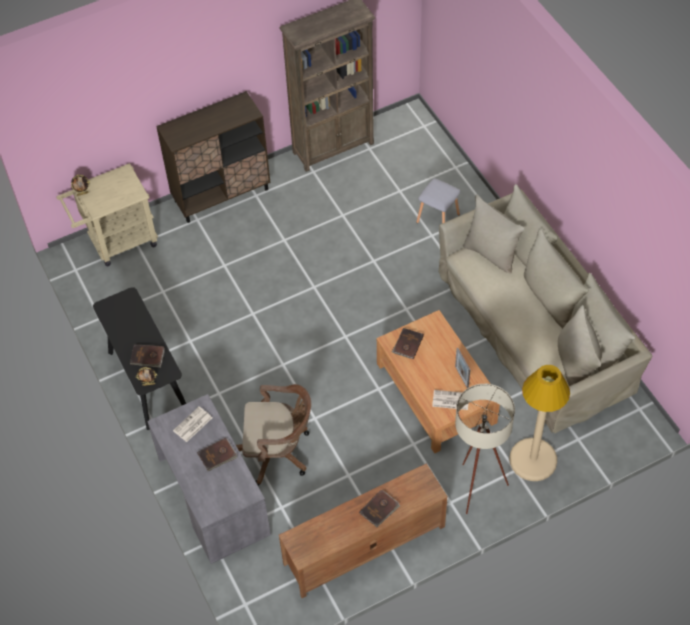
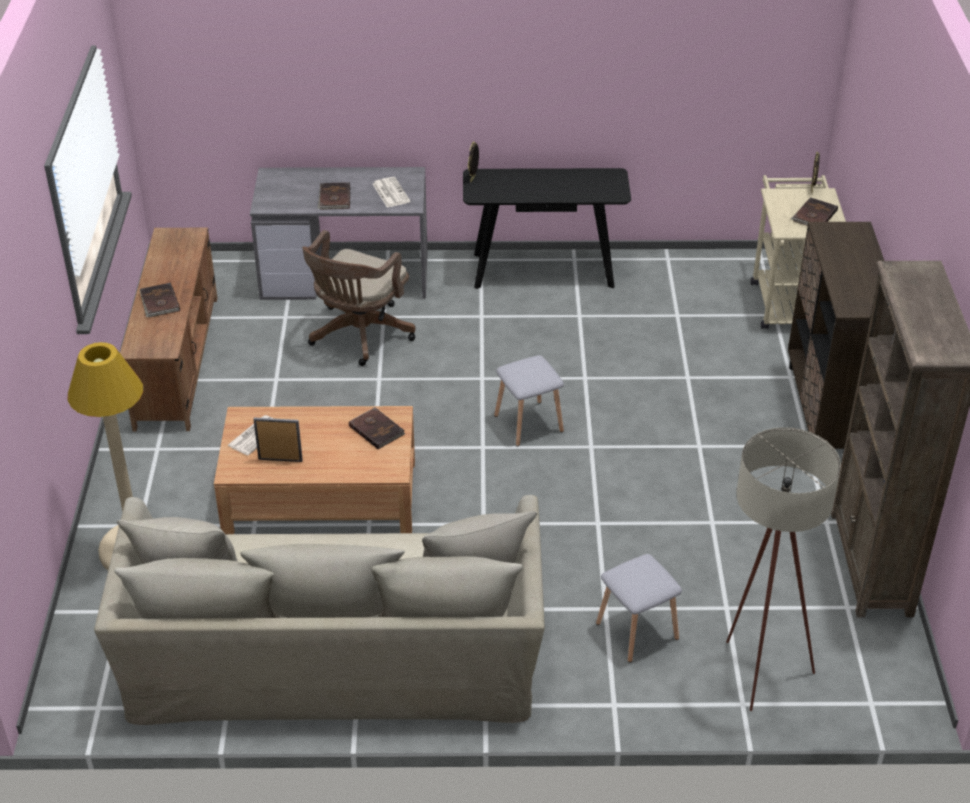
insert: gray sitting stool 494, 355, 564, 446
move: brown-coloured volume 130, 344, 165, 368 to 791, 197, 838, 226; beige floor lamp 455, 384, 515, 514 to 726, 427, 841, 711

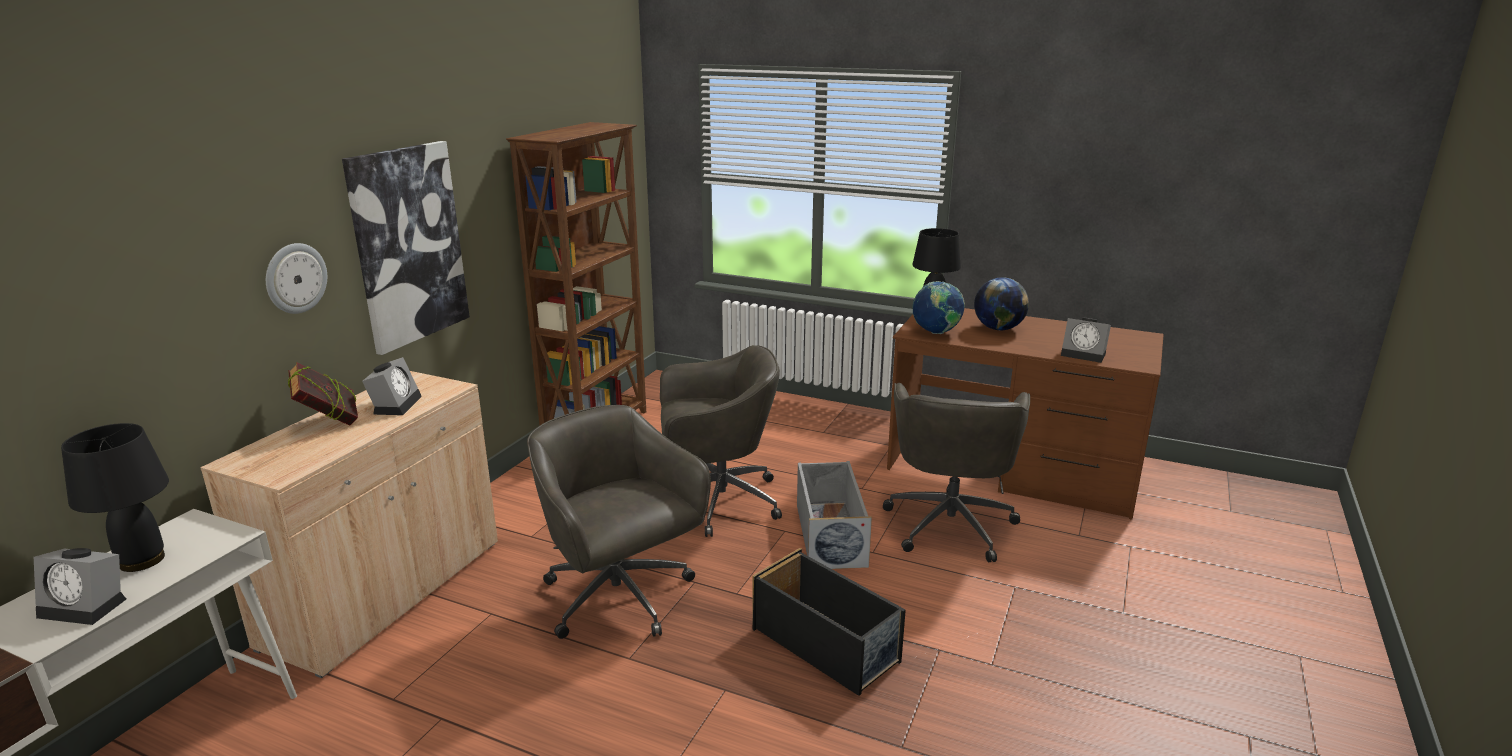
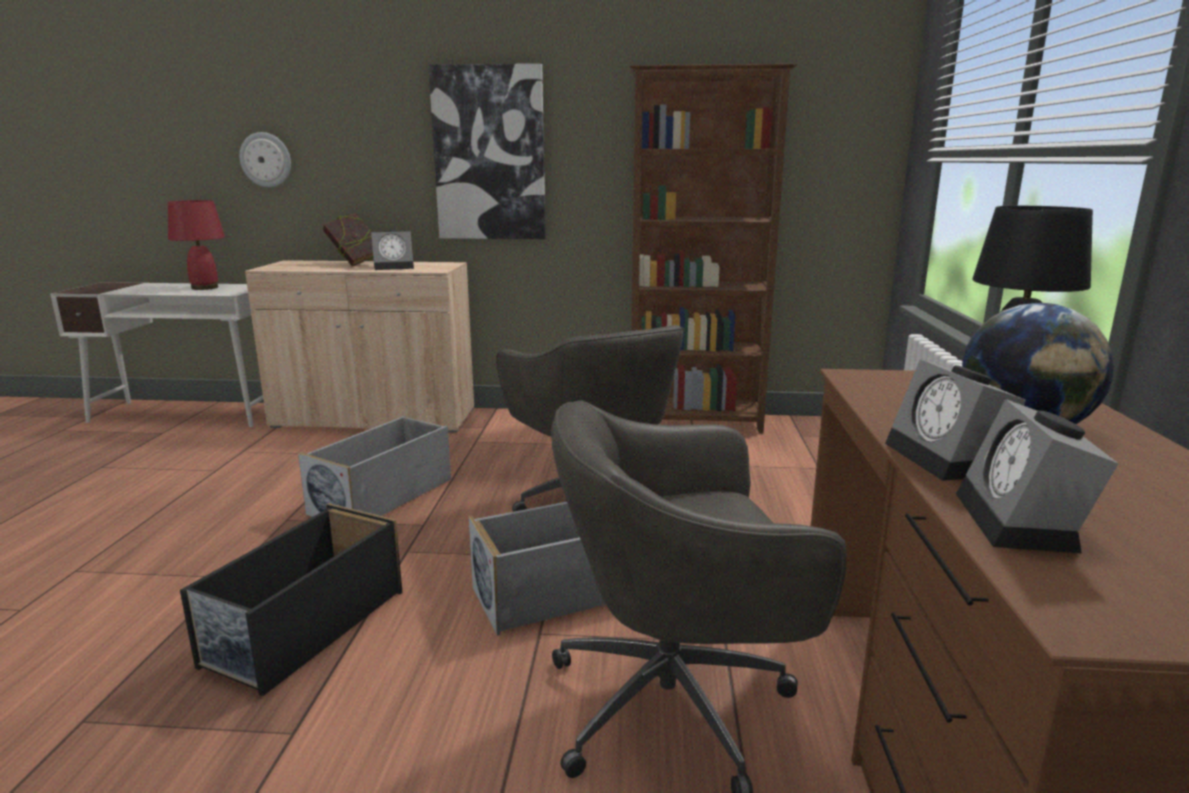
delete: desk globe 913, 281, 965, 334
move: table clock 34, 548, 126, 625 to 885, 359, 1026, 481; hanging clock 266, 243, 327, 314 to 239, 132, 291, 187
replace: gray office chair 527, 405, 711, 639 to gray storage box 298, 416, 451, 517
recolor: blackish tabletop lamp 61, 423, 169, 572 to red-coloured tabletop lamp 168, 200, 225, 290

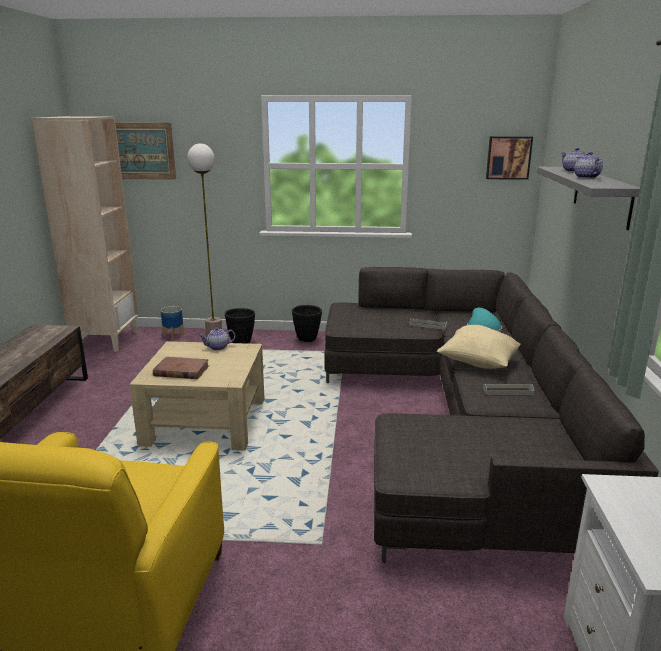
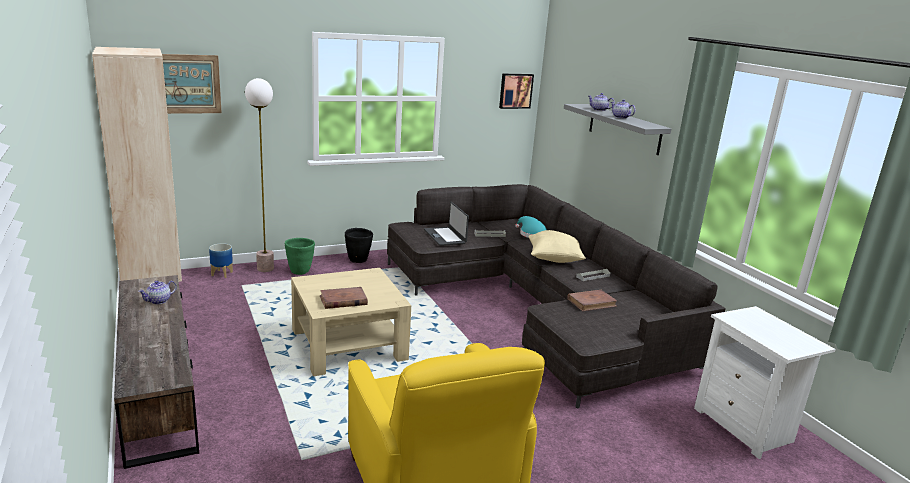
insert: laptop 424, 202, 469, 246; brown-coloured volume 567, 290, 617, 311
move: tea pot 199, 328, 236, 350 to 138, 281, 177, 304
recolor: blackish planter 225, 308, 255, 344 to green planter 285, 238, 315, 275

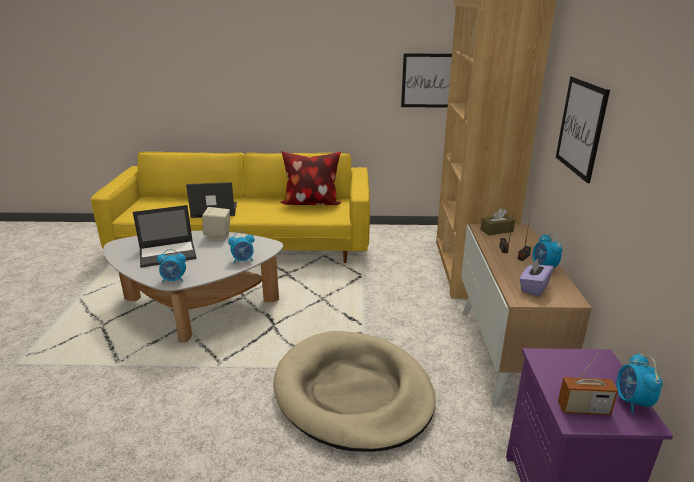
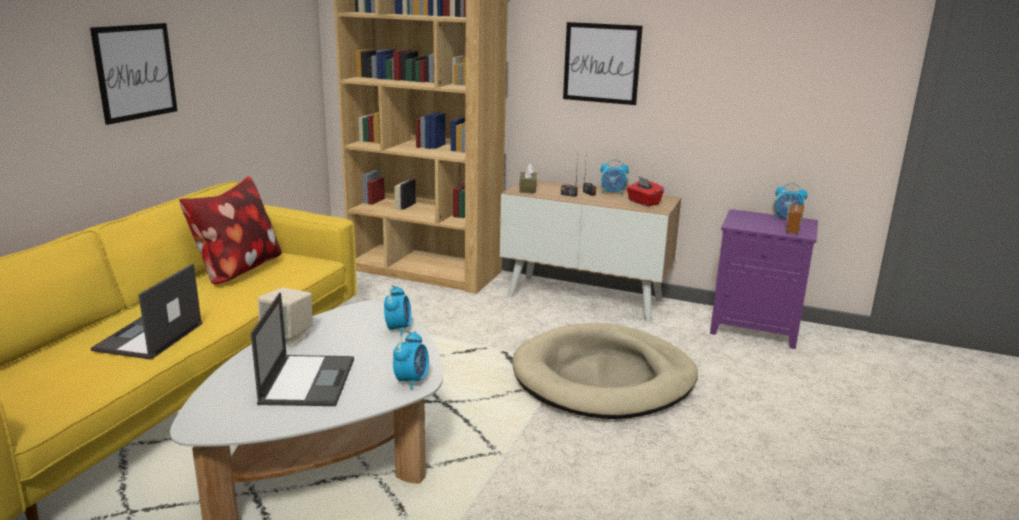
move: wall art 401, 53, 452, 107 to 90, 23, 177, 125
recolor: purplish box of tissues 519, 258, 554, 296 to red-coloured box of tissues 627, 177, 664, 206

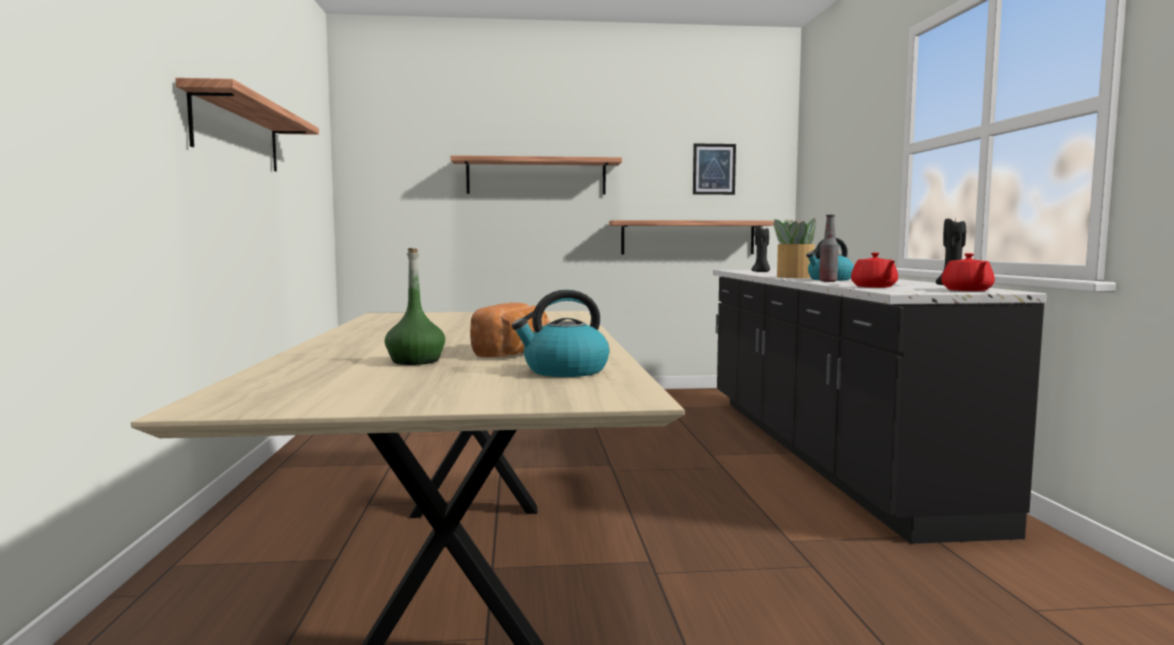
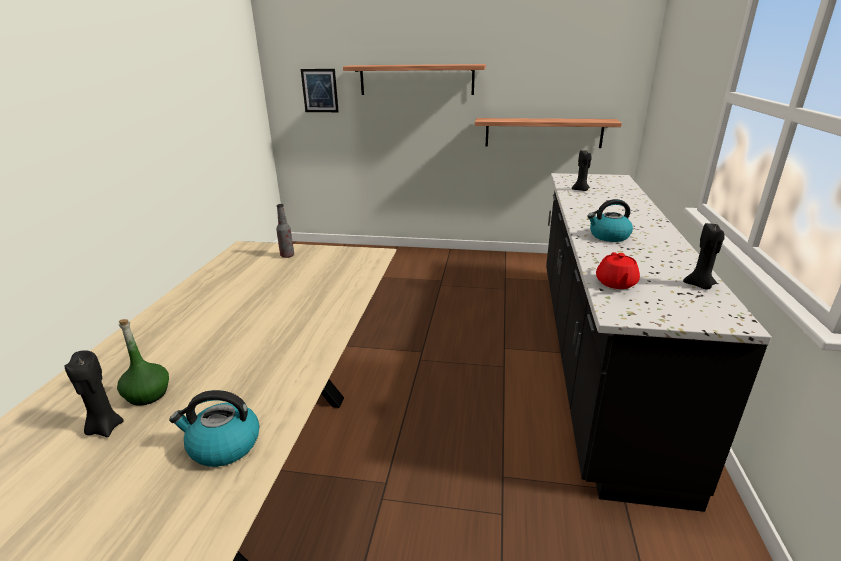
delete: shelf 175, 78, 319, 172; bakery bread 470, 303, 550, 357; houseplant 773, 218, 817, 278; red-coloured tea pot 941, 253, 995, 291
insert: blackish candle 64, 350, 124, 437
move: wall art 693, 143, 736, 195 to 301, 69, 339, 112; drink bottle 819, 215, 838, 282 to 276, 204, 294, 258

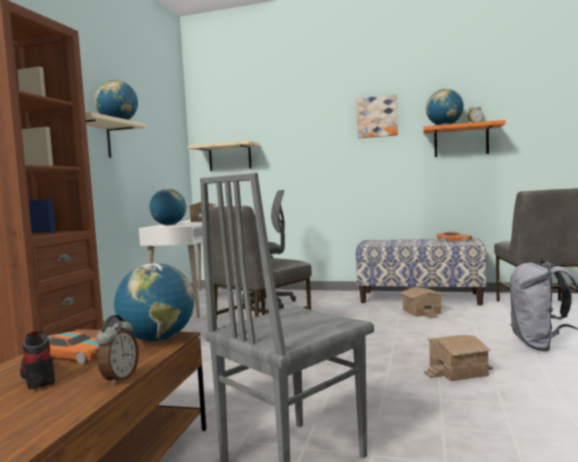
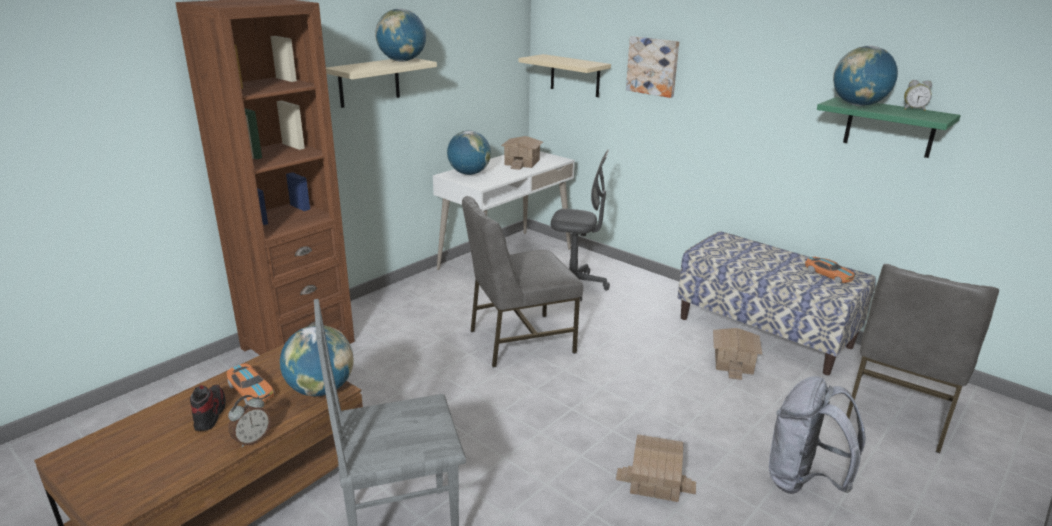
move: wall art 356, 94, 398, 138 to 626, 36, 679, 98
recolor: orange shelf 423, 120, 506, 157 to green shelf 817, 97, 961, 158

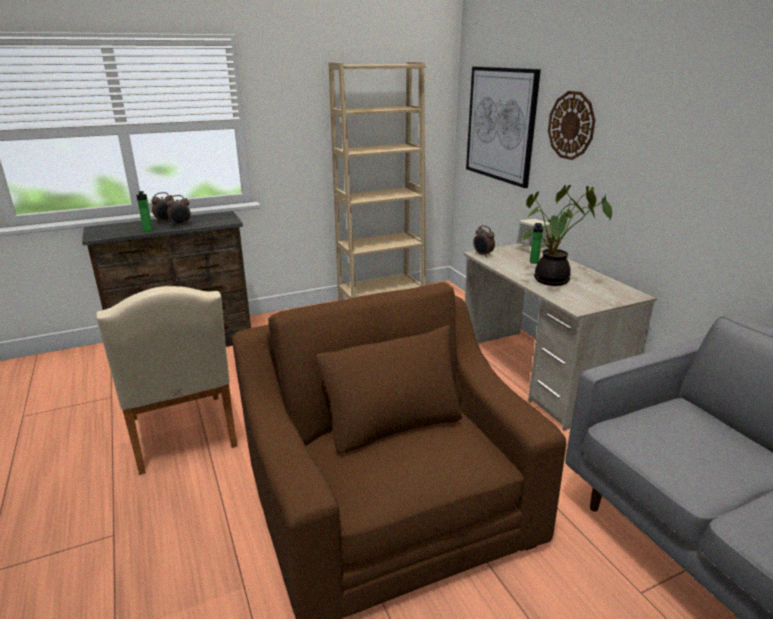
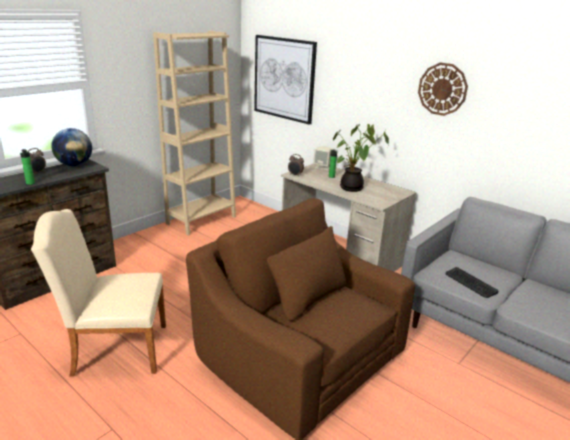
delete: table clock 166, 195, 191, 227
insert: desk globe 51, 128, 92, 166; keyboard 445, 267, 499, 298
move: hanging clock 548, 91, 595, 160 to 418, 62, 468, 116
rotate: beige chair 96, 286, 238, 475 = 31, 209, 166, 377 135 degrees clockwise

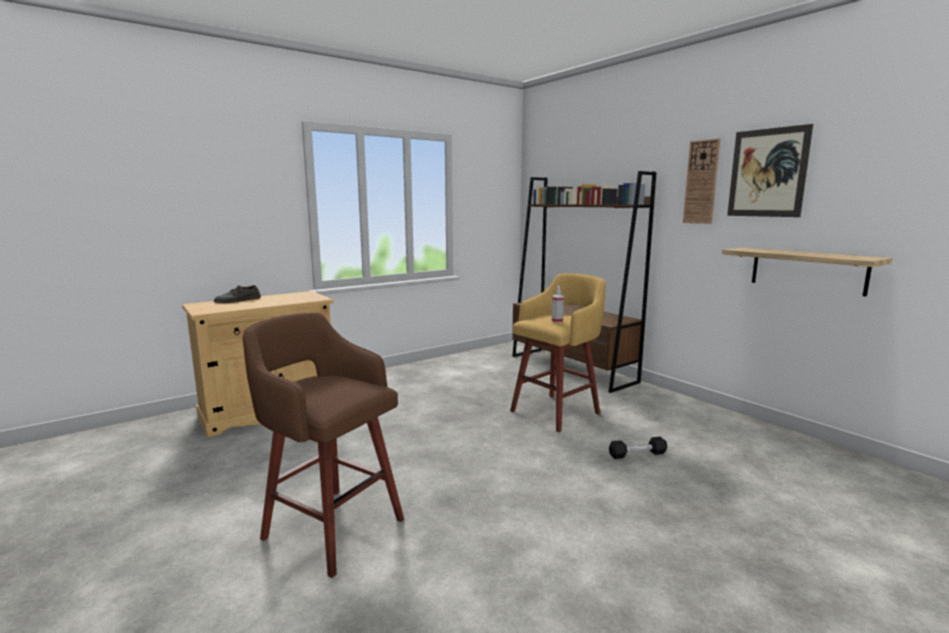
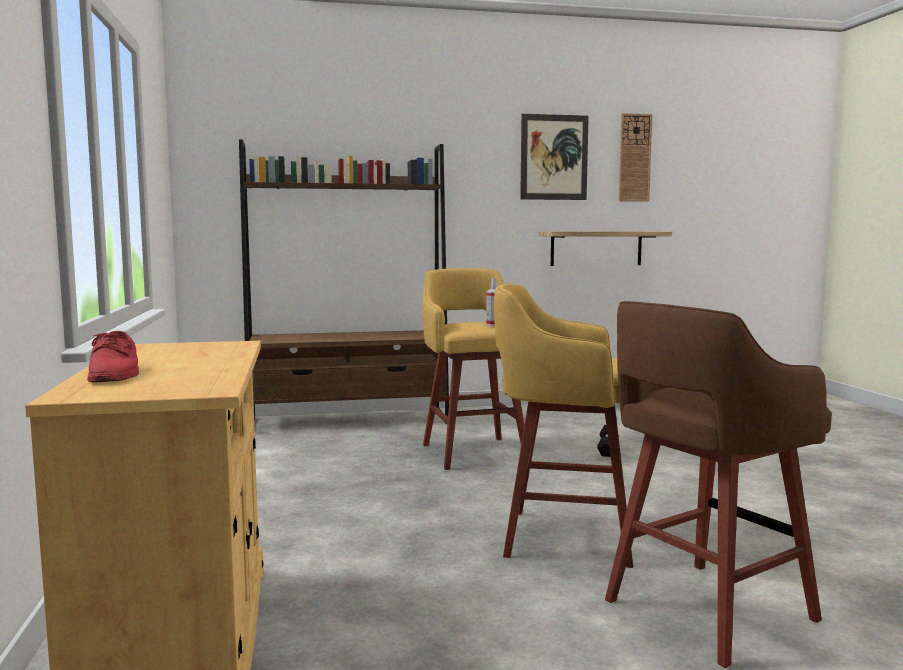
insert: yellow-coloured sitting stool 494, 283, 633, 568
move: hanging clock 683, 139, 720, 224 to 619, 113, 652, 202
recolor: gray shoe 214, 285, 261, 303 to red-coloured shoe 87, 331, 139, 383

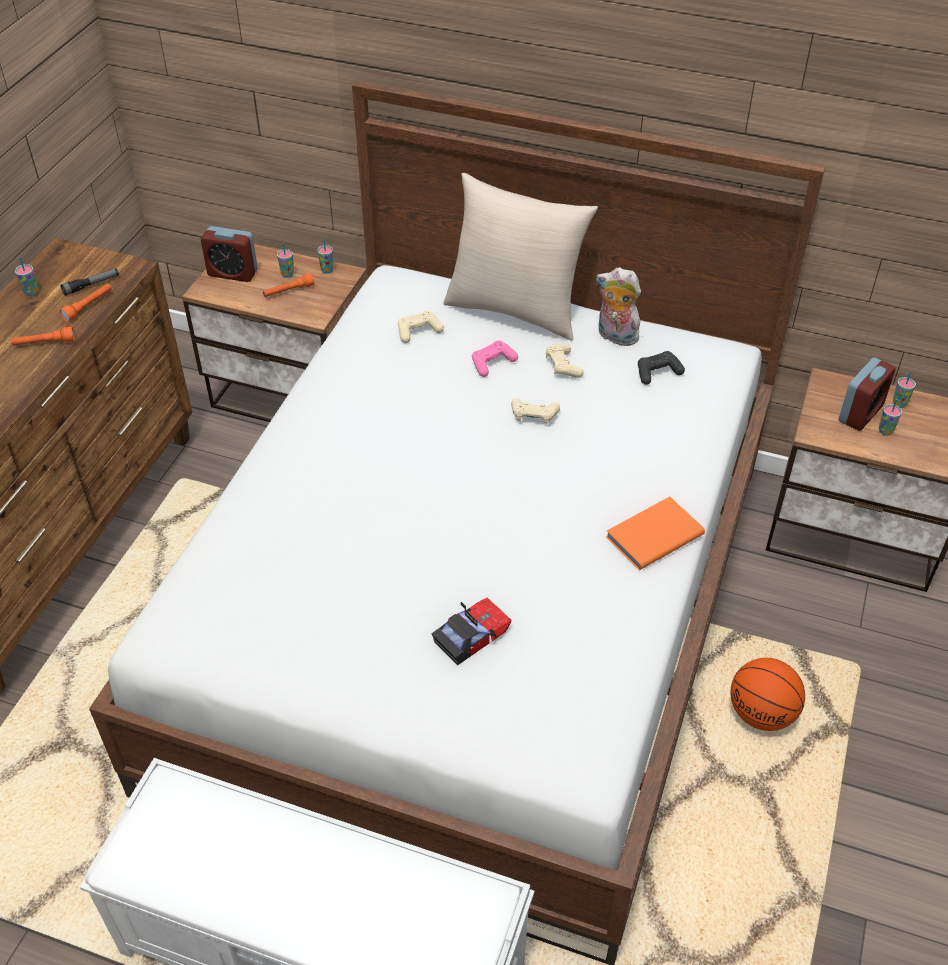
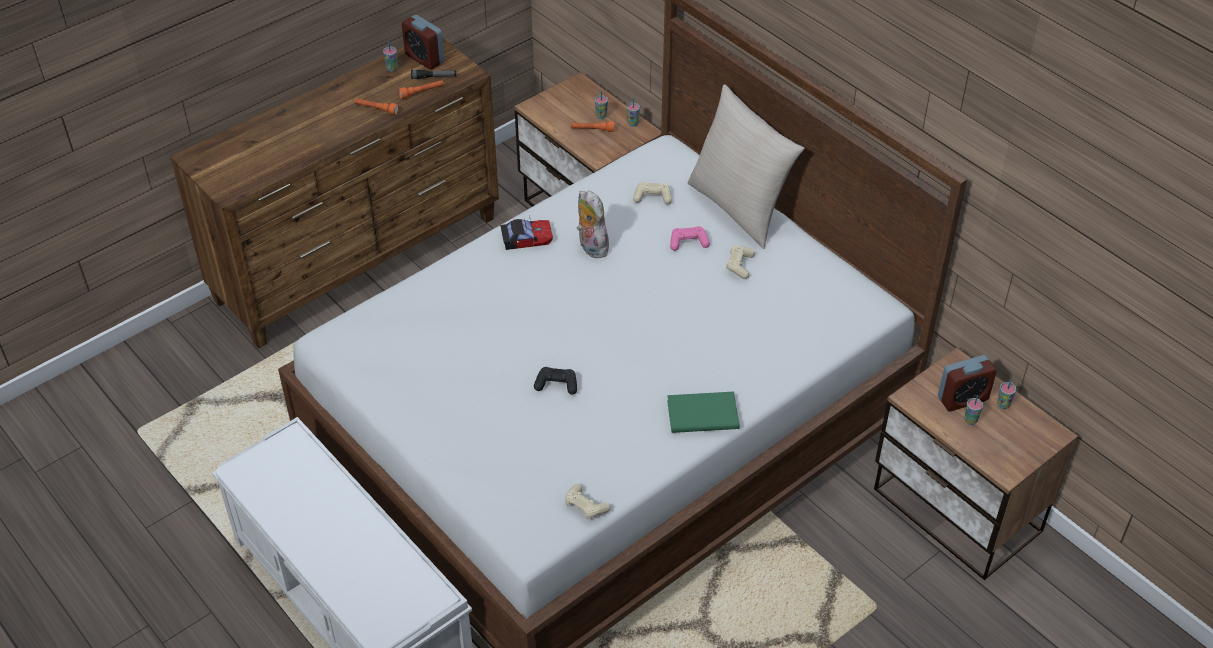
delete: basketball ball 731, 658, 805, 731
move: table clock 201, 226, 258, 282 to 402, 15, 445, 70; toy car 431, 598, 512, 665 to 500, 215, 553, 250; beige game controller 511, 398, 560, 424 to 565, 484, 611, 520; cuddly toy 596, 267, 643, 346 to 577, 191, 610, 258; blackish game controller 638, 351, 685, 385 to 534, 367, 577, 395
recolor: orange volume 606, 497, 705, 570 to green volume 667, 392, 739, 433

